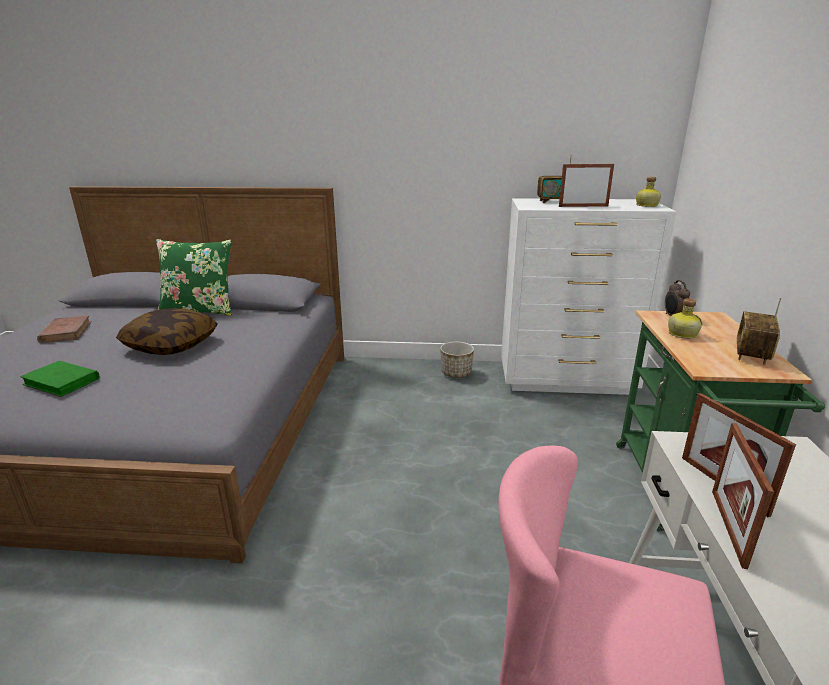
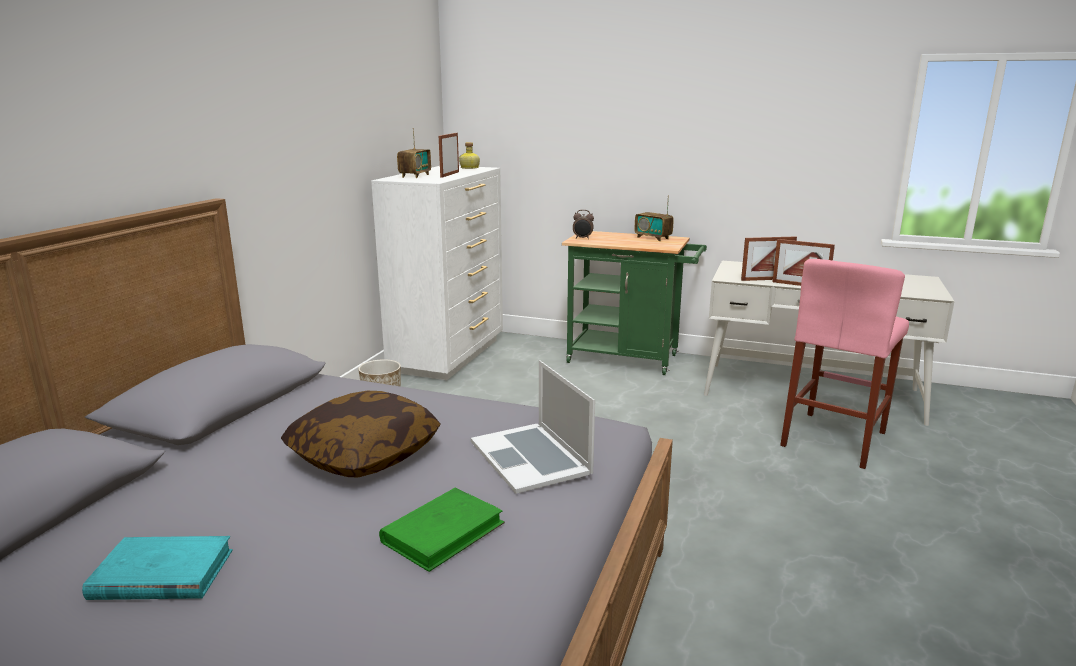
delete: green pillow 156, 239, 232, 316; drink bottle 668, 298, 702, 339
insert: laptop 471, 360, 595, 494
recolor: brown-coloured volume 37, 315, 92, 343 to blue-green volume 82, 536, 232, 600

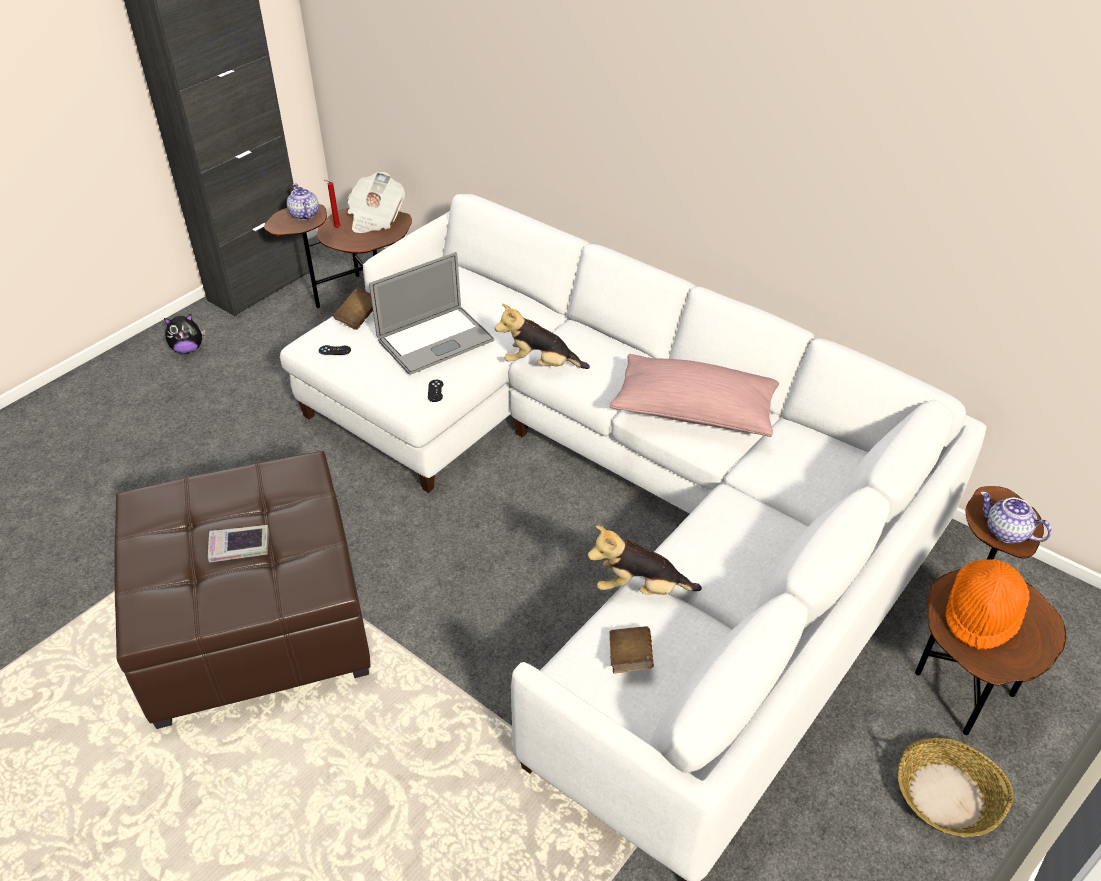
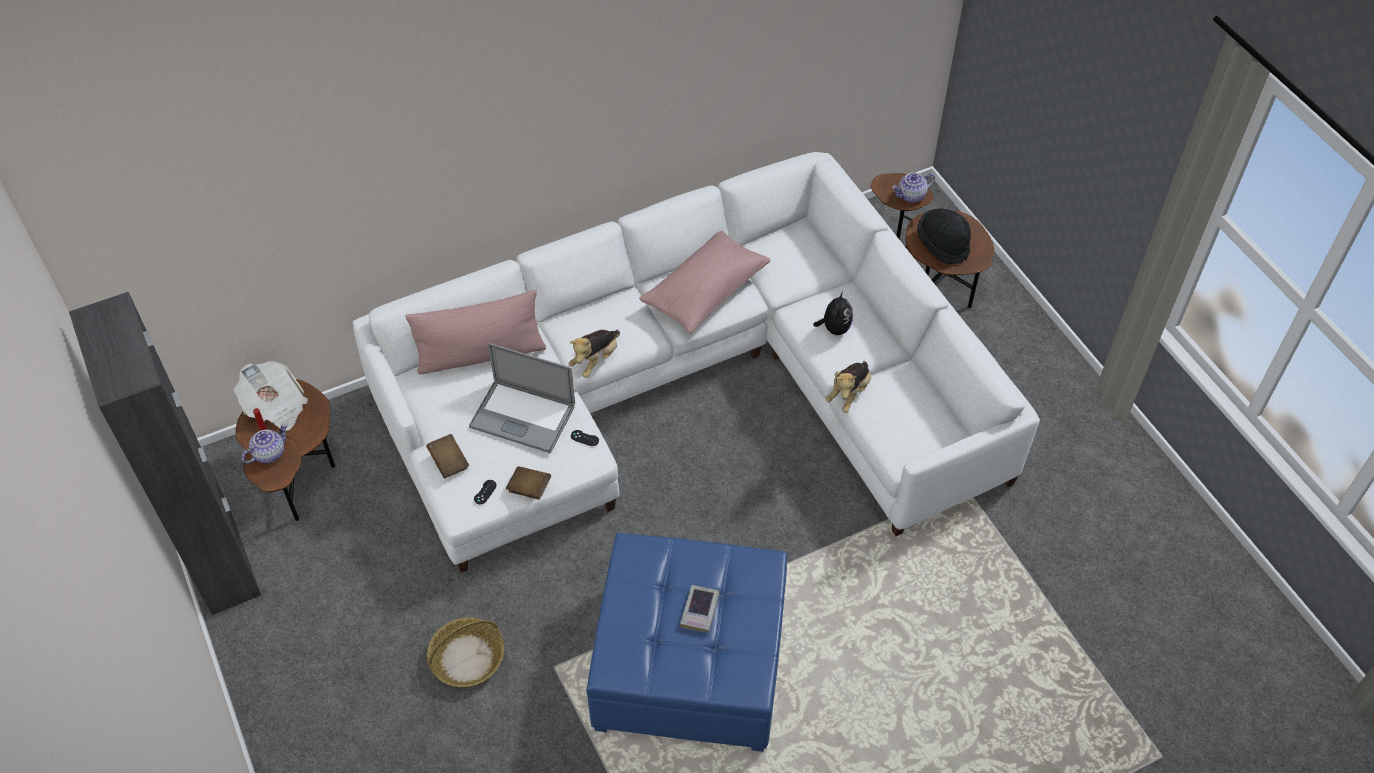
insert: pinkish pillow 406, 290, 546, 375
move: cuddly toy 164, 314, 205, 353 to 813, 291, 853, 335; brown-coloured volume 610, 626, 654, 673 to 506, 466, 551, 500; storage basket 897, 738, 1014, 837 to 427, 617, 504, 687
recolor: brown-coloured pouffe 114, 451, 371, 729 to blue-coloured pouffe 586, 533, 787, 752; orange hat 946, 559, 1030, 650 to blackish hat 917, 208, 971, 265
rotate: tea pot 287, 183, 319, 220 = 242, 423, 288, 464 135 degrees clockwise; laptop 369, 252, 494, 375 = 469, 343, 575, 453 120 degrees clockwise

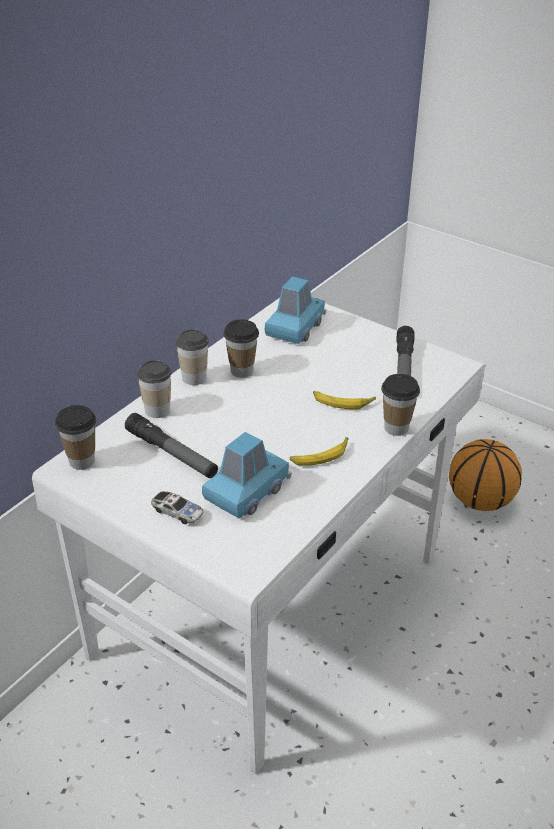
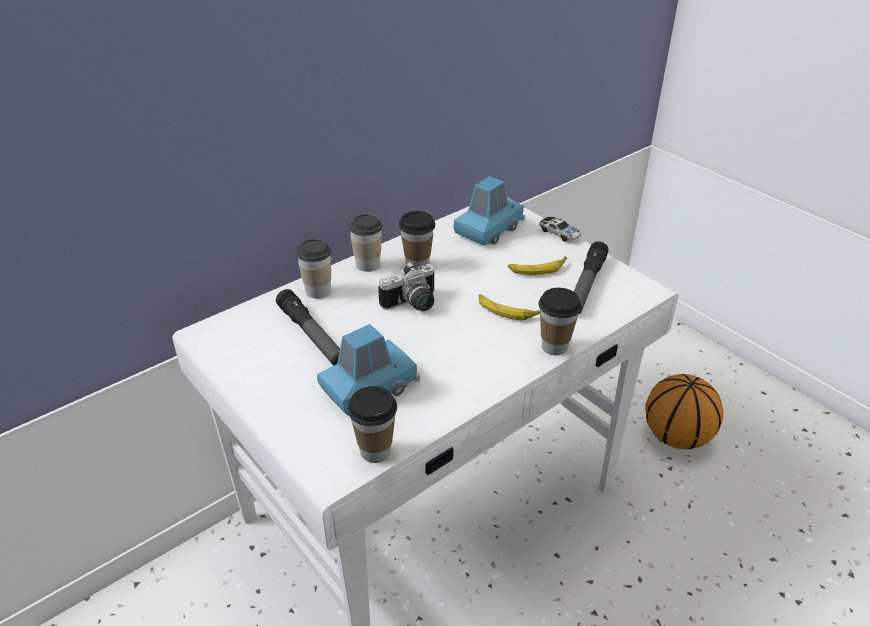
insert: still camera 378, 262, 435, 311
move: small cup 55, 405, 96, 470 to 347, 386, 397, 463; toy car 151, 491, 204, 524 to 539, 217, 581, 242; banana fruit 290, 437, 348, 466 to 508, 256, 567, 275

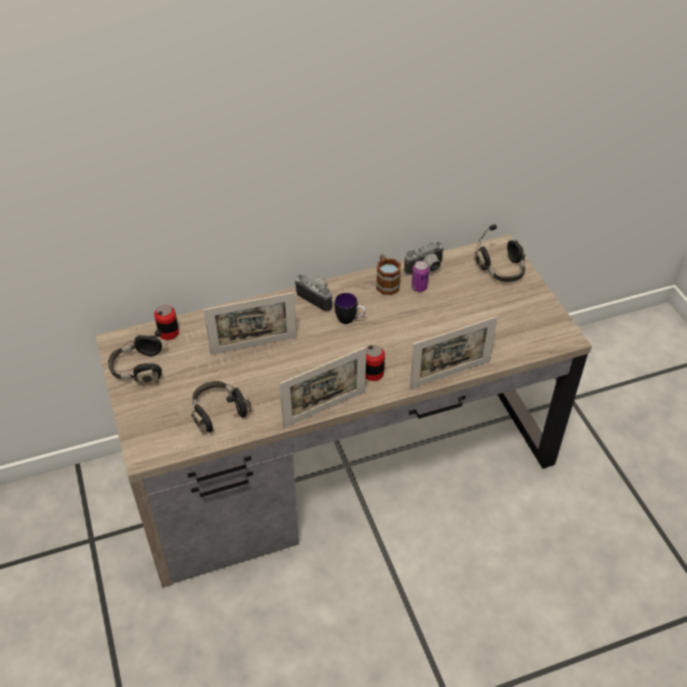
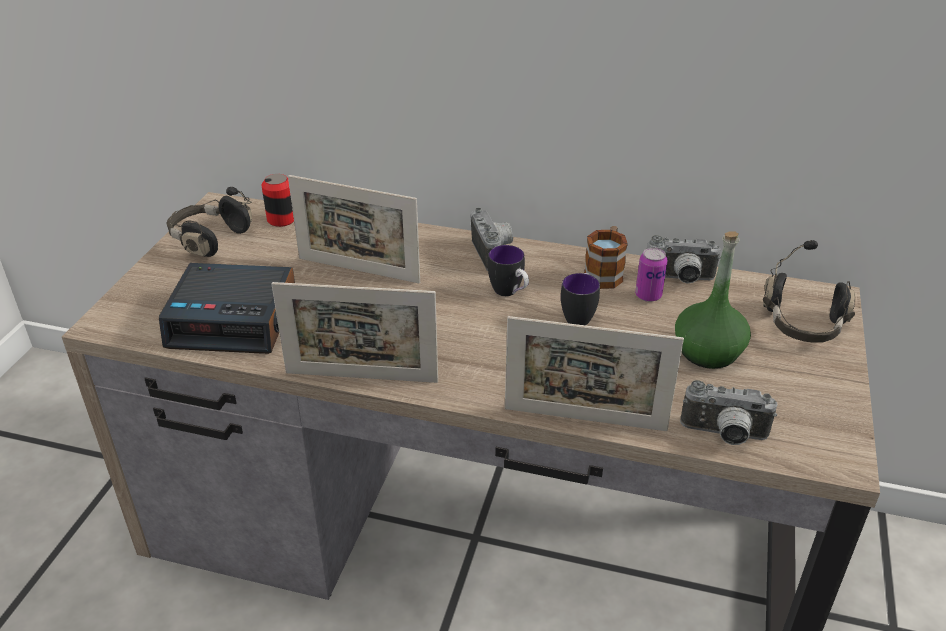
delete: metal can 366, 345, 385, 381
insert: coffee mug 561, 273, 600, 325; green drink bottle 675, 231, 751, 369; still camera 680, 380, 778, 445
replace: blackish headphones 191, 381, 252, 433 to table clock 159, 263, 295, 354

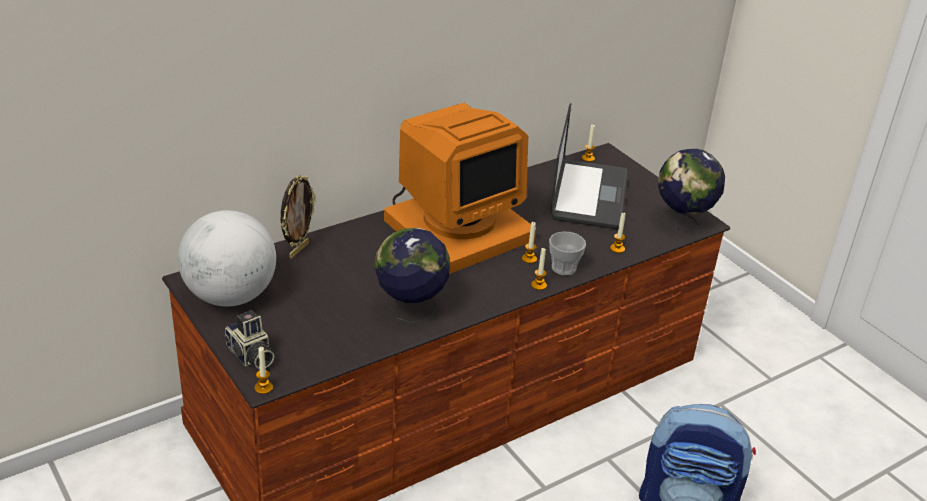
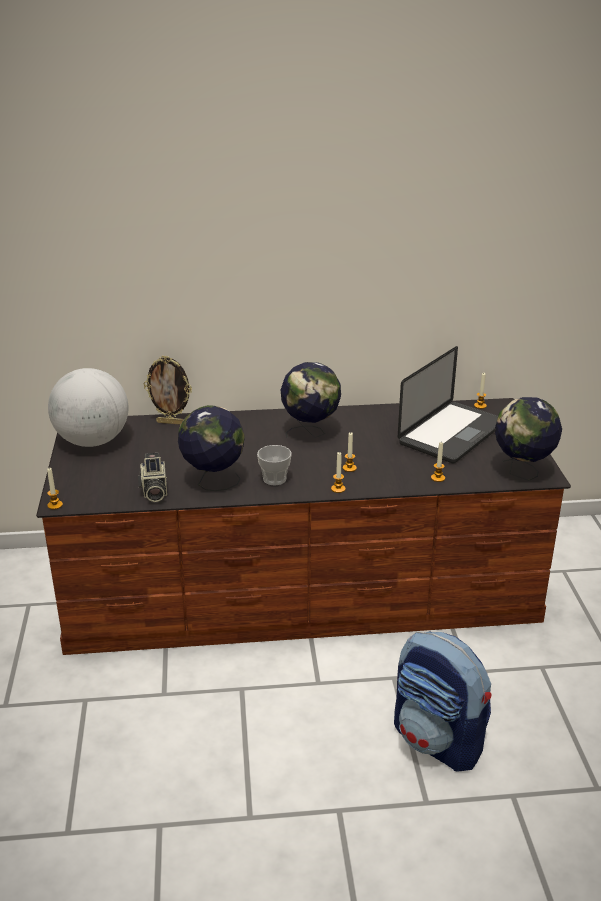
move: still camera 223, 310, 275, 369 to 138, 453, 167, 502; small cup 549, 232, 586, 275 to 257, 445, 292, 486
replace: monitor 384, 103, 536, 274 to desk globe 281, 362, 341, 438
rotate: picture frame 281, 175, 316, 259 = 144, 355, 192, 425 45 degrees clockwise

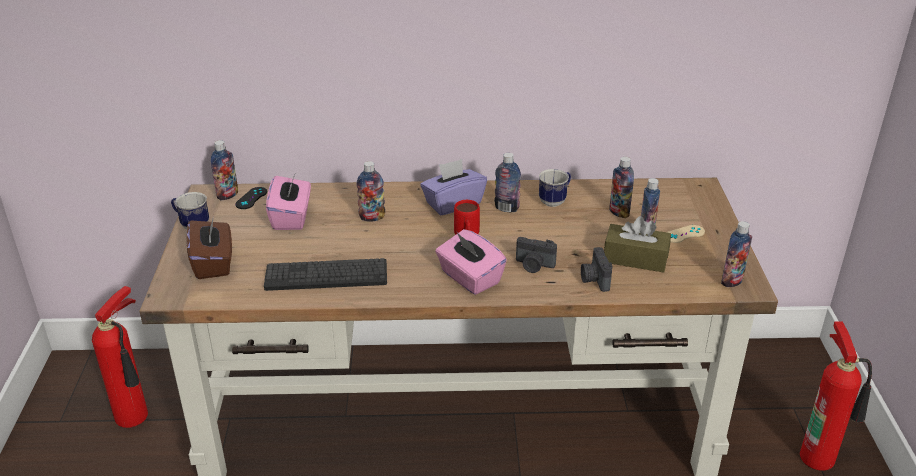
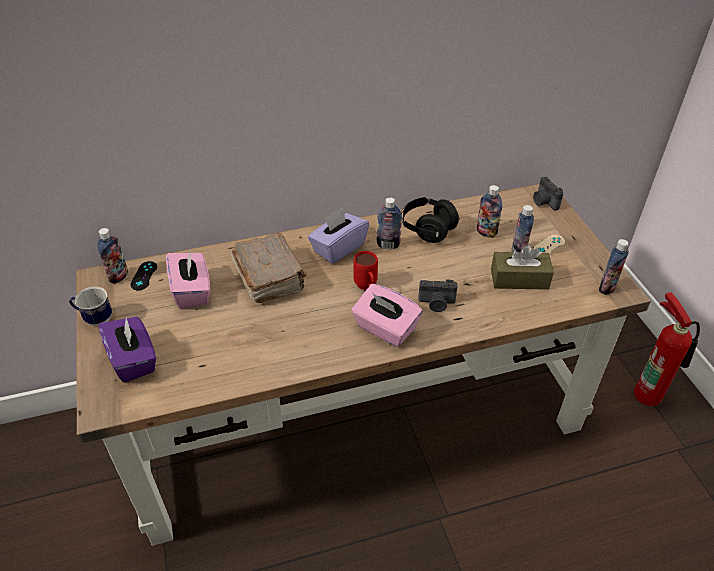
delete: fire-fighting cylinder 92, 286, 148, 428; keyboard 264, 258, 387, 291
move: still camera 581, 247, 613, 292 to 533, 177, 563, 210
replace: drink bottle 356, 161, 385, 222 to brown-coloured volume 231, 232, 306, 303; coffee mug 539, 169, 571, 207 to blackish headphones 401, 197, 460, 243
recolor: brown-coloured box of tissues 187, 215, 232, 279 to purplish box of tissues 99, 317, 156, 383

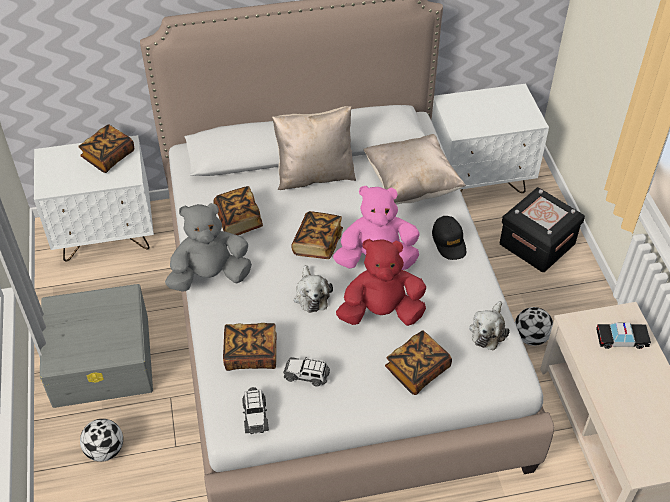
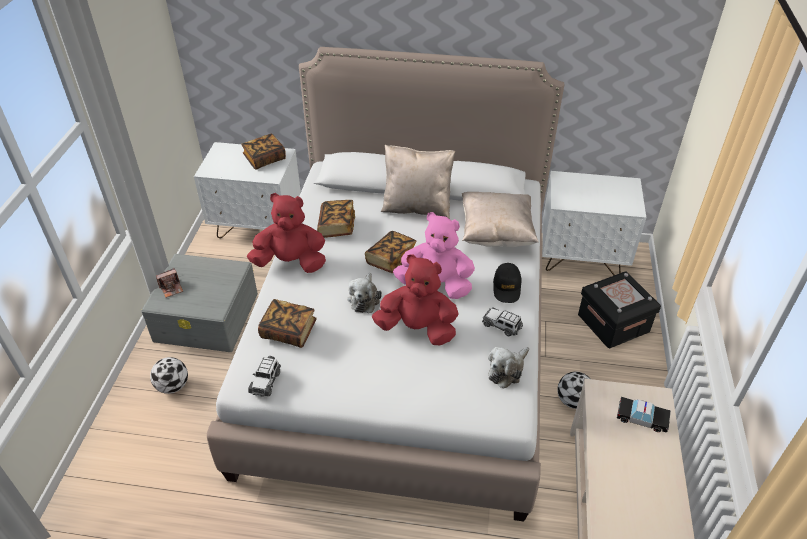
delete: volume 385, 330, 452, 395
insert: still camera 156, 268, 183, 298
move: toy car 283, 357, 330, 387 to 482, 307, 523, 336
recolor: gray cuddly toy 165, 203, 252, 292 to red-coloured cuddly toy 247, 193, 326, 273

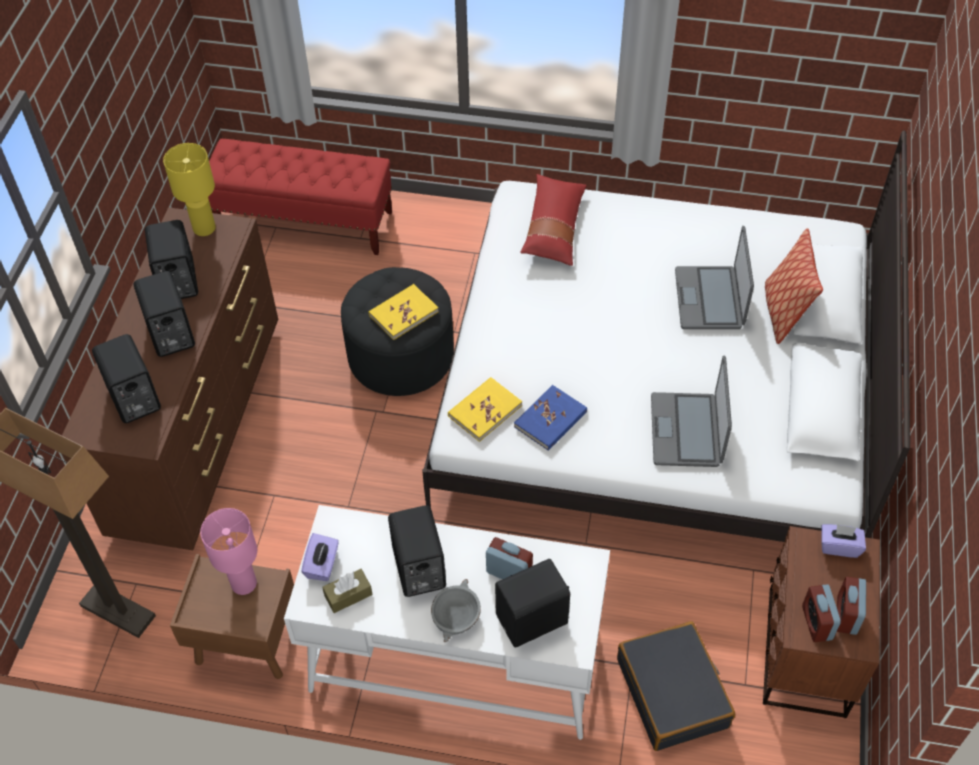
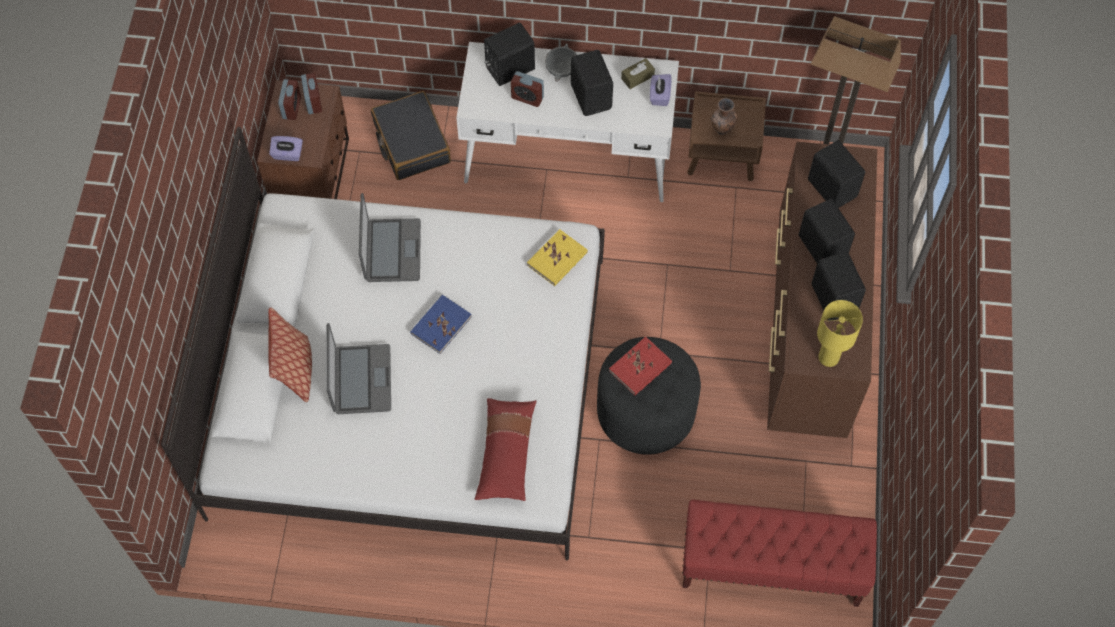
move: blue-coloured volume 514, 385, 587, 451 to 410, 295, 472, 354
replace: pinkish tabletop lamp 200, 508, 257, 595 to brown-coloured flower vase 710, 98, 737, 135
recolor: yellow-coloured volume 369, 284, 439, 340 to red-coloured volume 609, 336, 672, 395

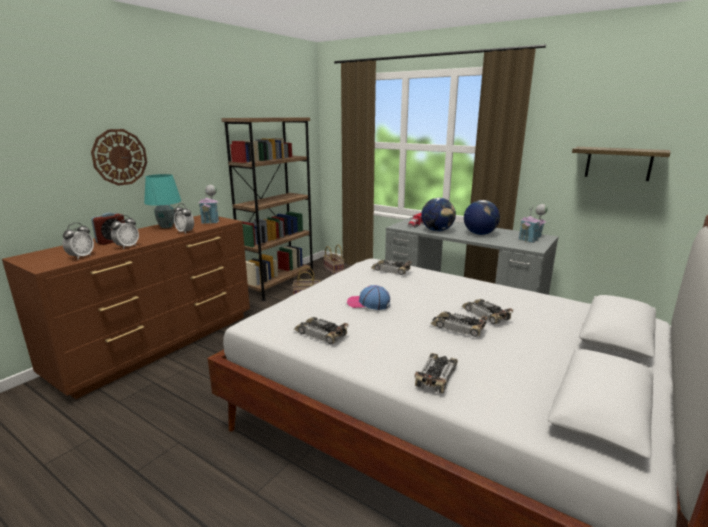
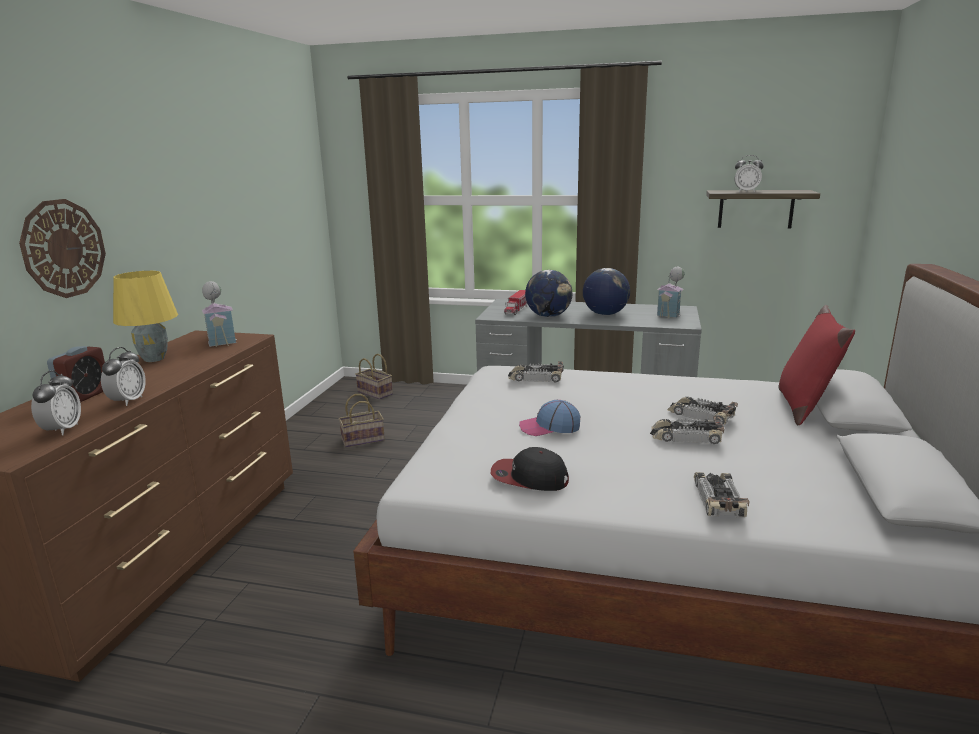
delete: brown-coloured shelving unit 222, 117, 313, 301
insert: red-coloured pillow 778, 305, 855, 426
move: table clock 174, 204, 194, 234 to 735, 155, 764, 192
replace: toy car 294, 317, 348, 344 to peaked cap 491, 447, 569, 491
recolor: blue-green tabletop lamp 144, 174, 181, 228 to yellow-coloured tabletop lamp 113, 271, 178, 362

